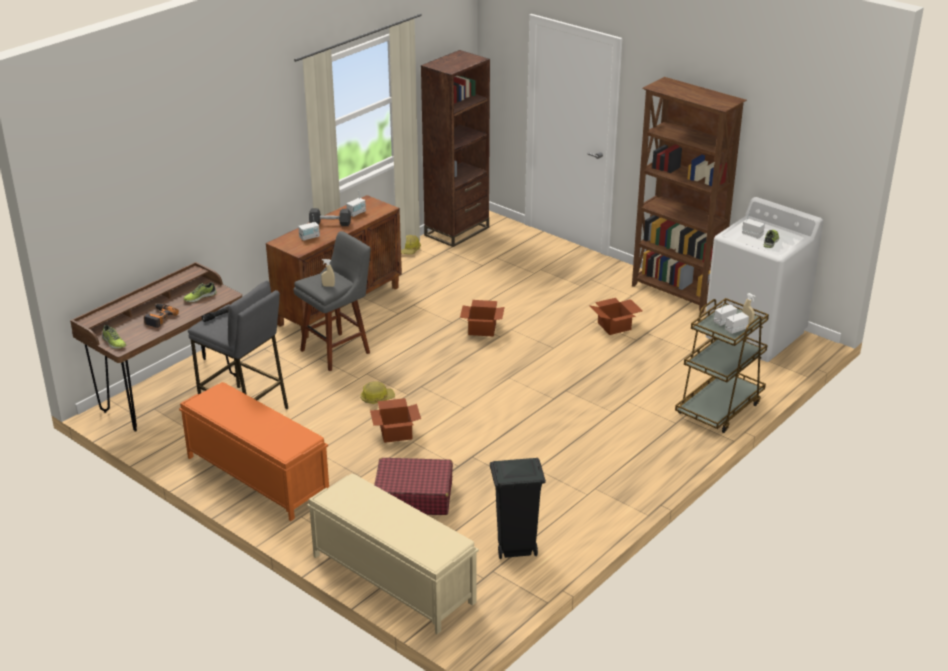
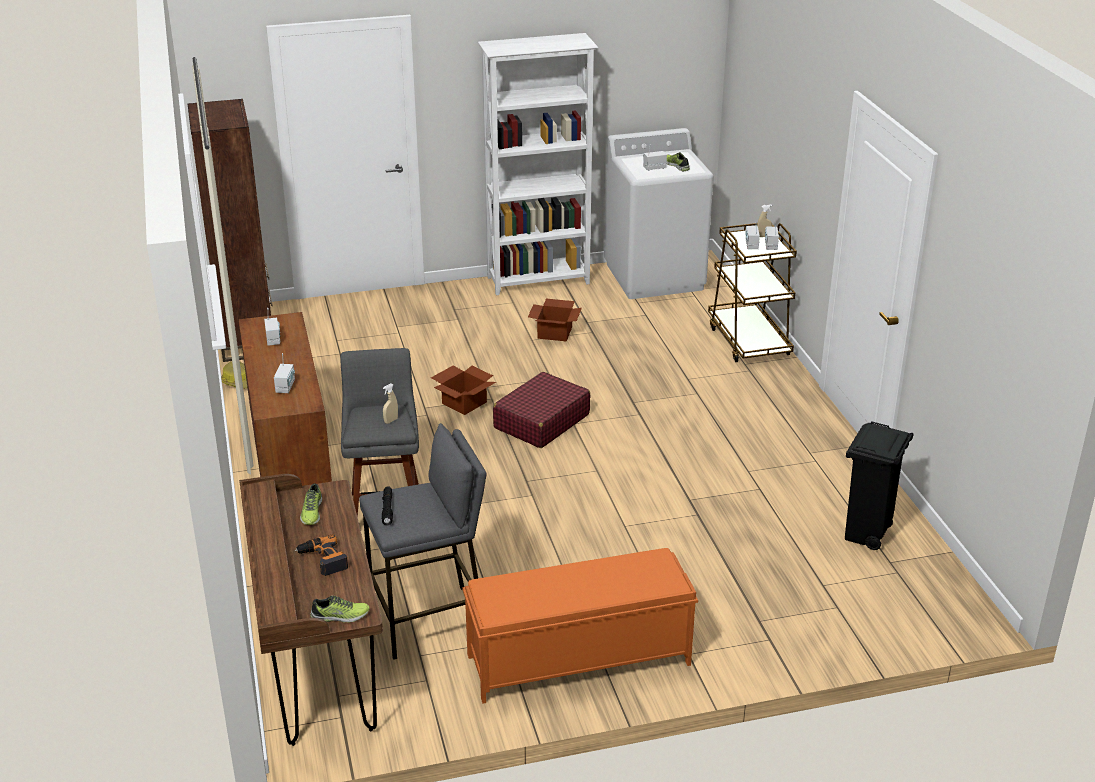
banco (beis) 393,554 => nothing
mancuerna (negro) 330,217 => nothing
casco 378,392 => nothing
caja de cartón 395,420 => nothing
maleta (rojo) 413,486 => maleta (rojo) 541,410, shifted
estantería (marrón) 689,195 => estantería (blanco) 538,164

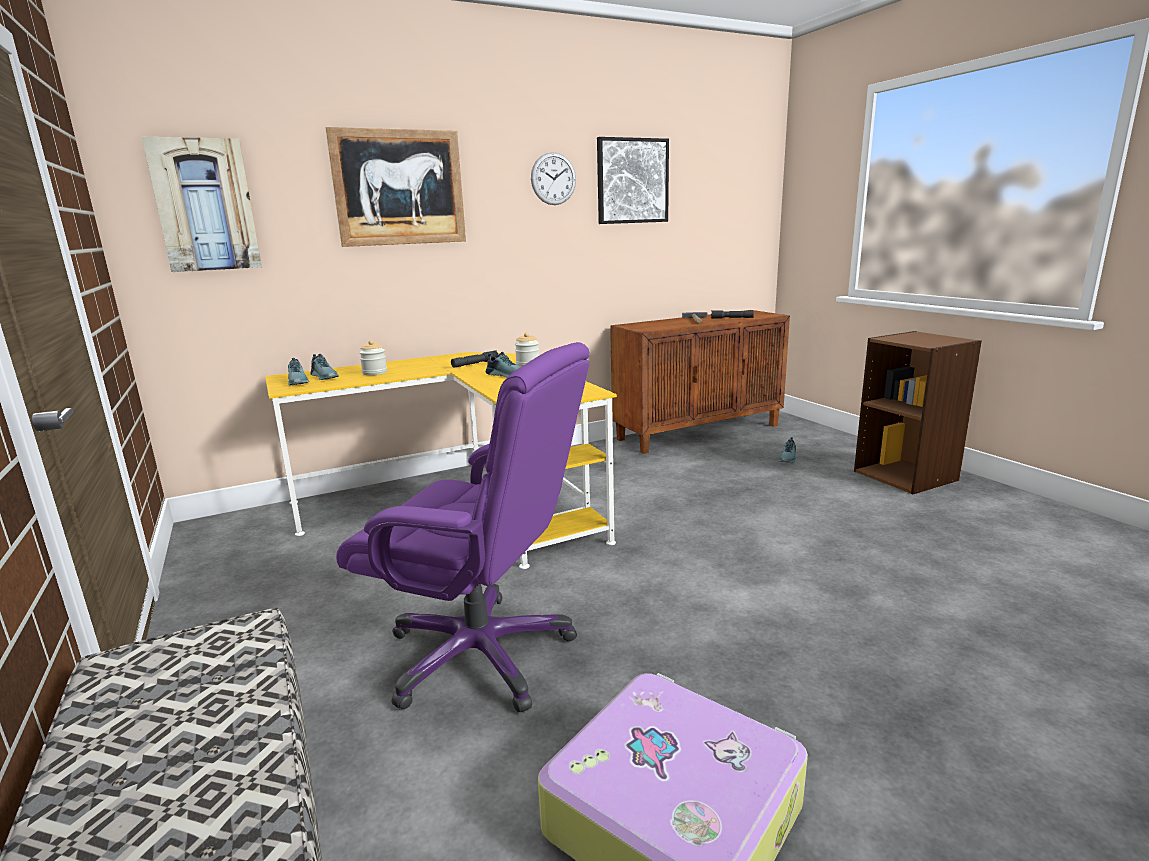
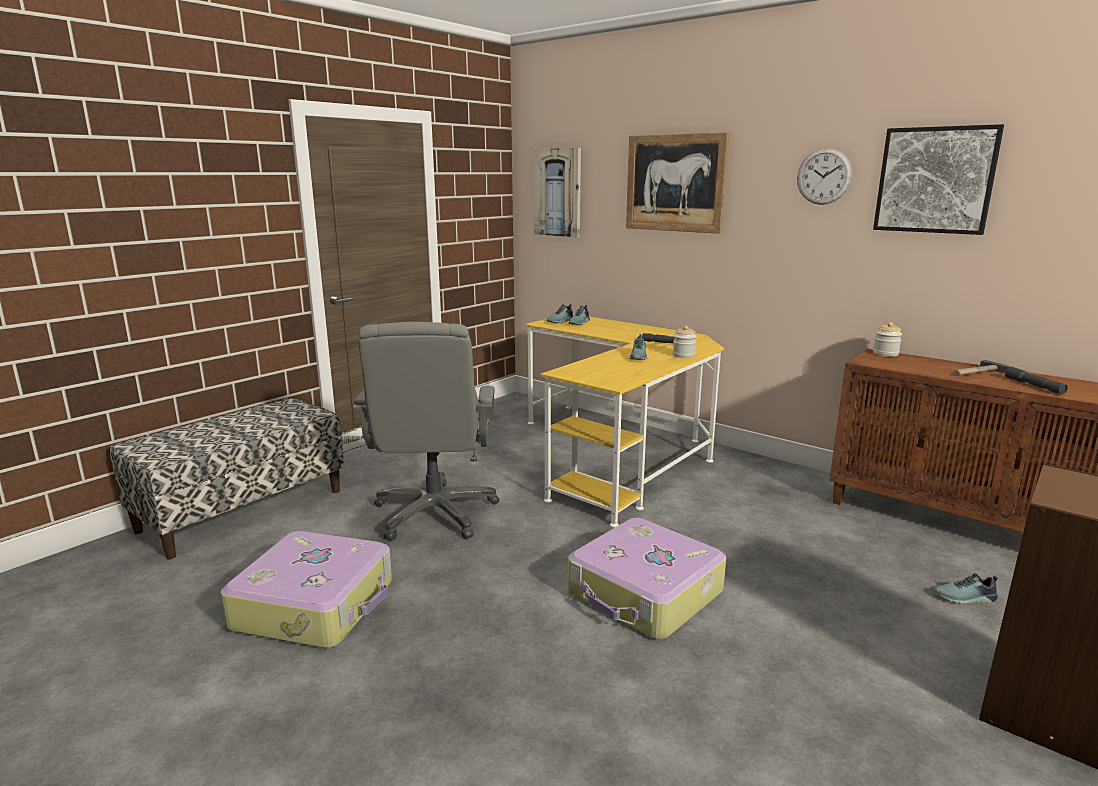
nothing => maleta 647,578
tarro 373,357 => tarro 887,339, shifted
silla de oficina (morado) 463,527 => silla de oficina (gris) 426,431

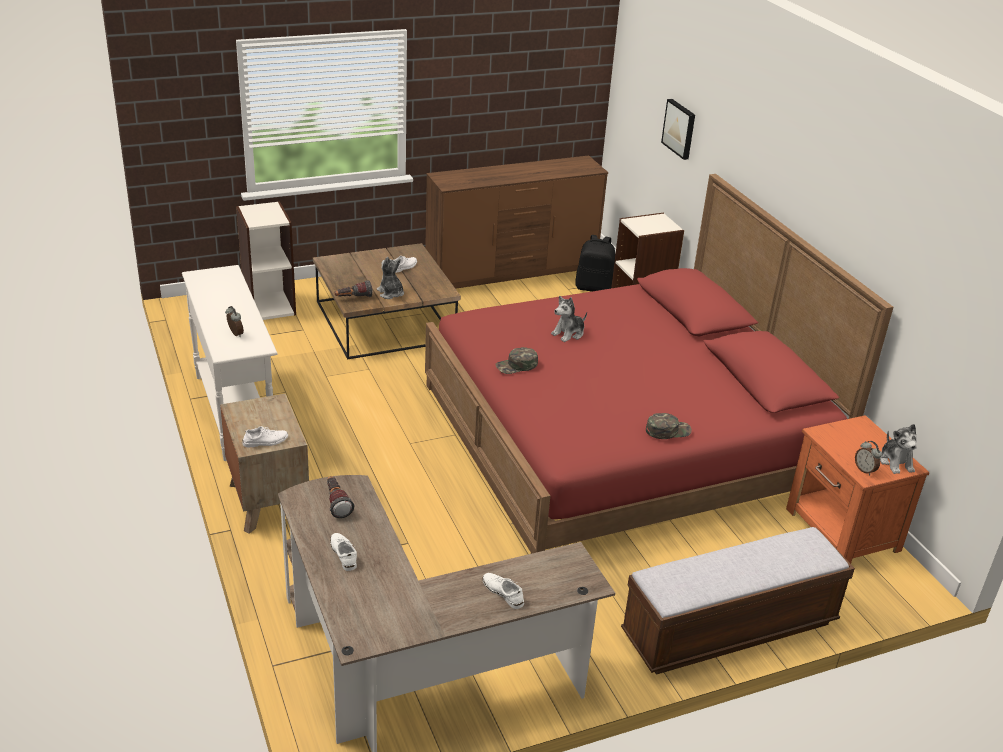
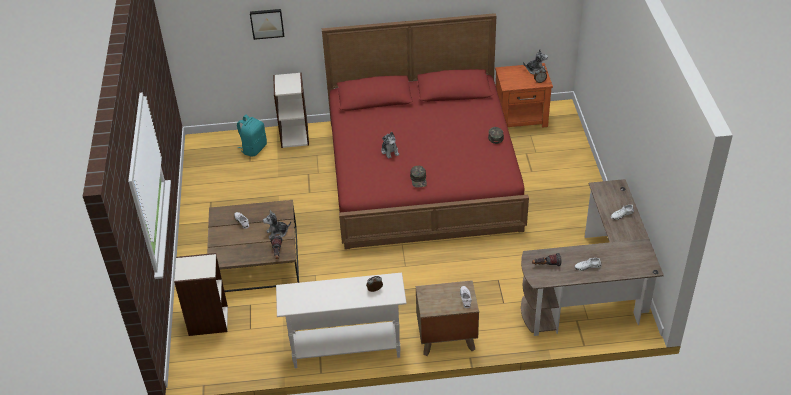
cómoda (marrón) 516,222 => nothing
banco 738,601 => nothing
mochila (negro) 595,263 => mochila (turquesa) 252,136

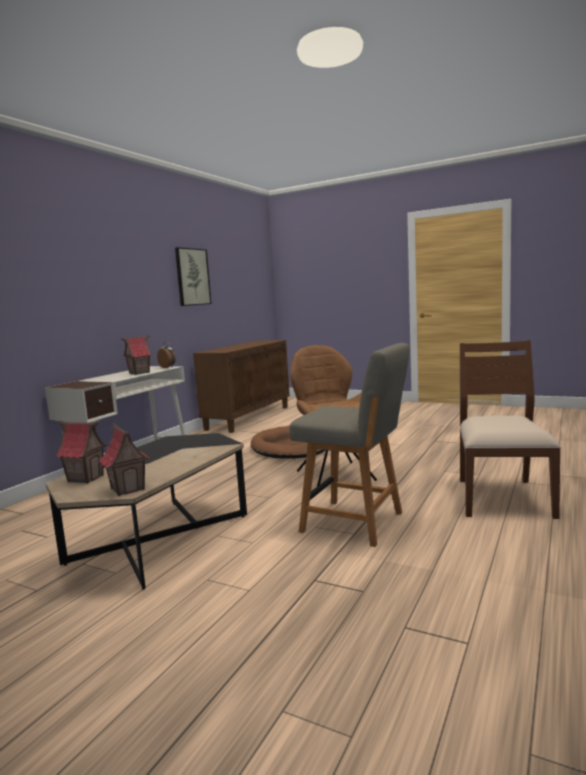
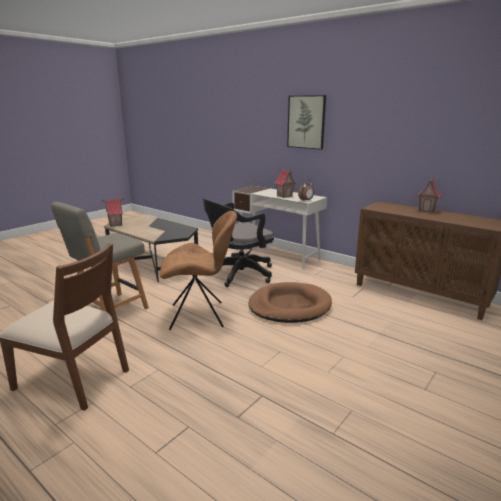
nothing => silla de oficina (negro) 238,242
casita 81,452 => casita 429,195, shifted
cuadro 193,276 => cuadro 306,122, shifted

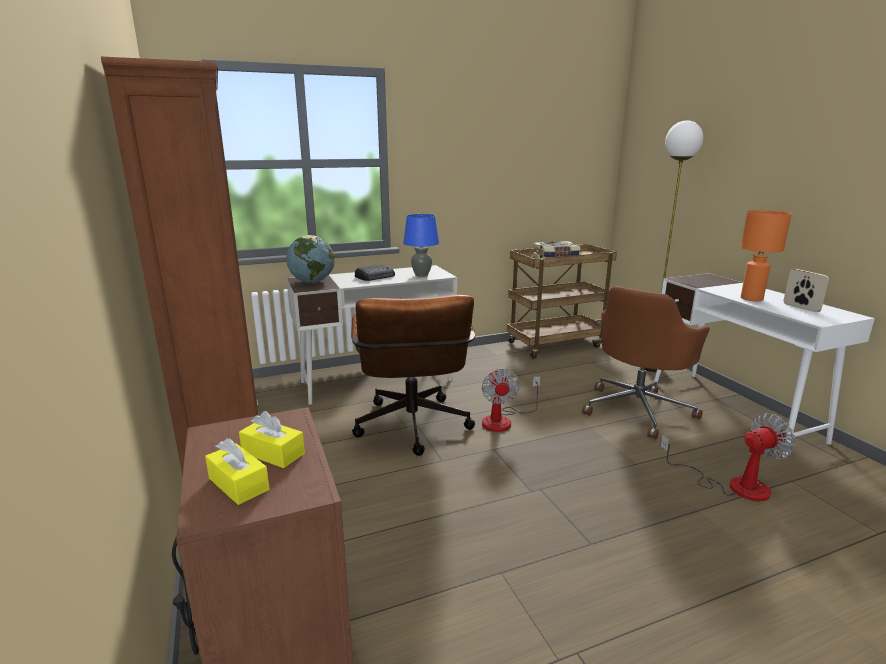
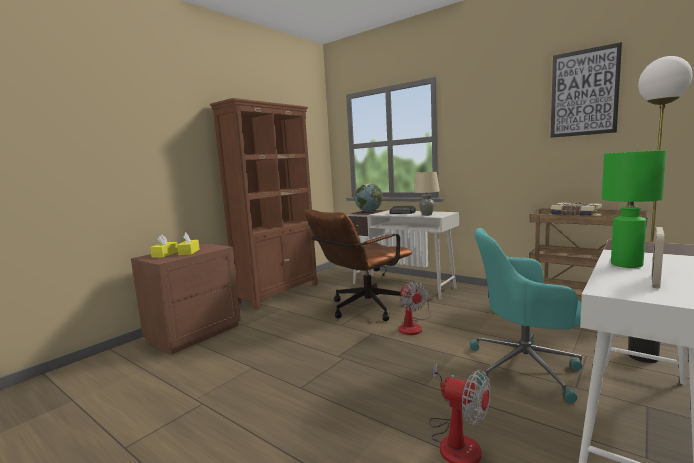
nothing => cuadro 586,90
lámpara de mesa (azul) 421,245 => lámpara de mesa (beis) 427,194
silla de oficina (marrón) 646,362 => silla de oficina (turquesa) 526,315
lámpara de mesa (naranja) 766,255 => lámpara de mesa (verde) 634,209
ventilador 511,400 => ventilador 415,308, 75 degrees counterclockwise

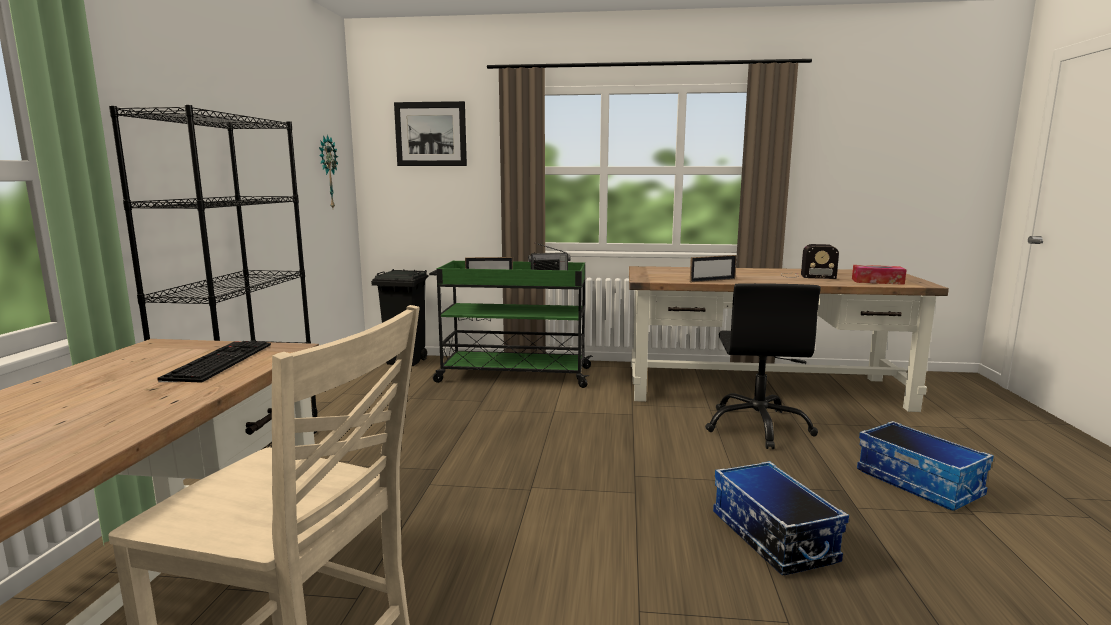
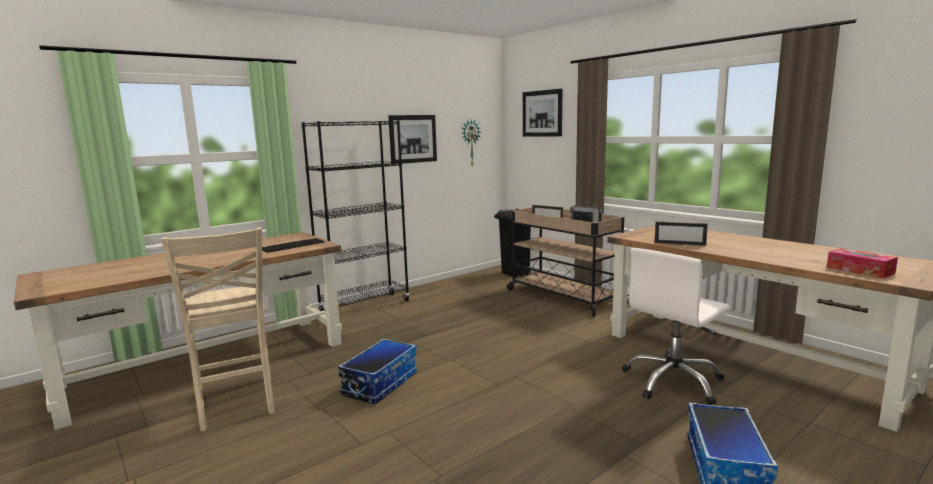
radio 810,261 => nothing
nothing => cuadro 412,139
caja de almacenaje 781,518 => caja de almacenaje 377,371, shifted
carrito (verde) 511,324 => carrito (beis) 568,262
silla de oficina (negro) 763,366 => silla de oficina (blanco) 676,326

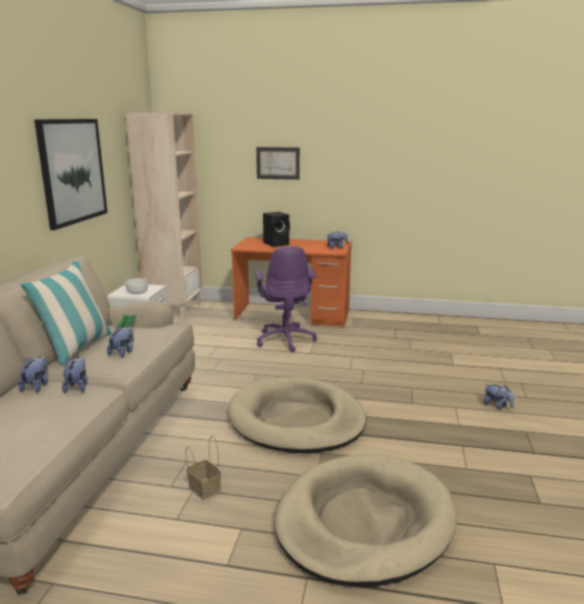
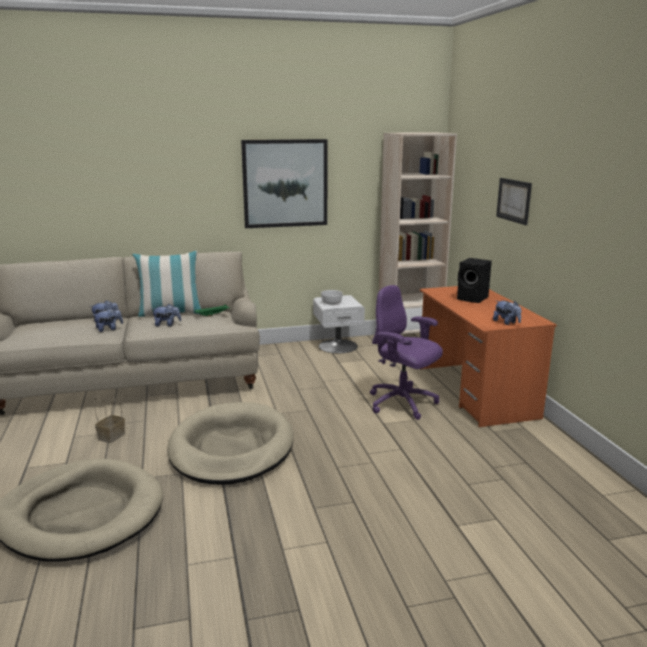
peluche 498,397 => nothing
silla de oficina (morado) 285,299 => silla de oficina (morado) 406,352, 75 degrees clockwise

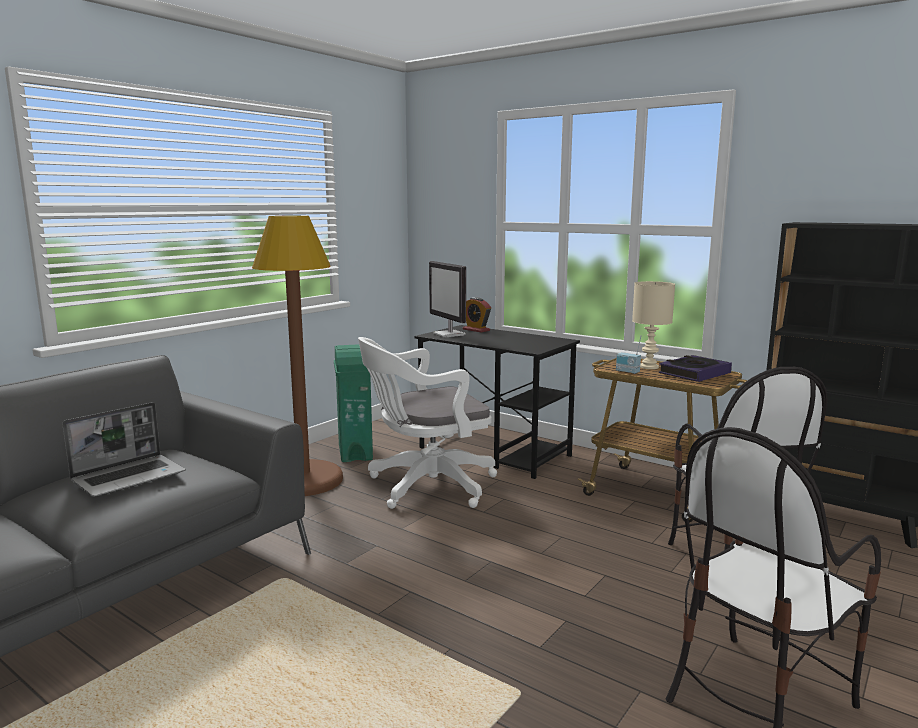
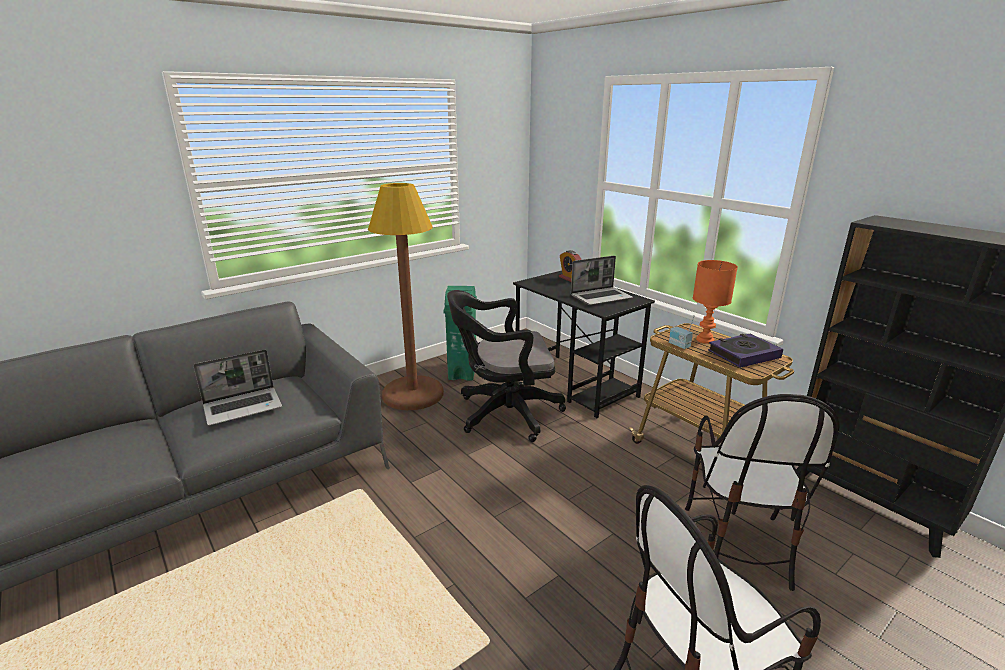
monitor 447,299 => nothing
nothing => portátil 602,280
silla de oficina (blanco) 427,423 => silla de oficina (negro) 506,366
lámpara de mesa (beis) 653,325 => lámpara de mesa (naranja) 715,302

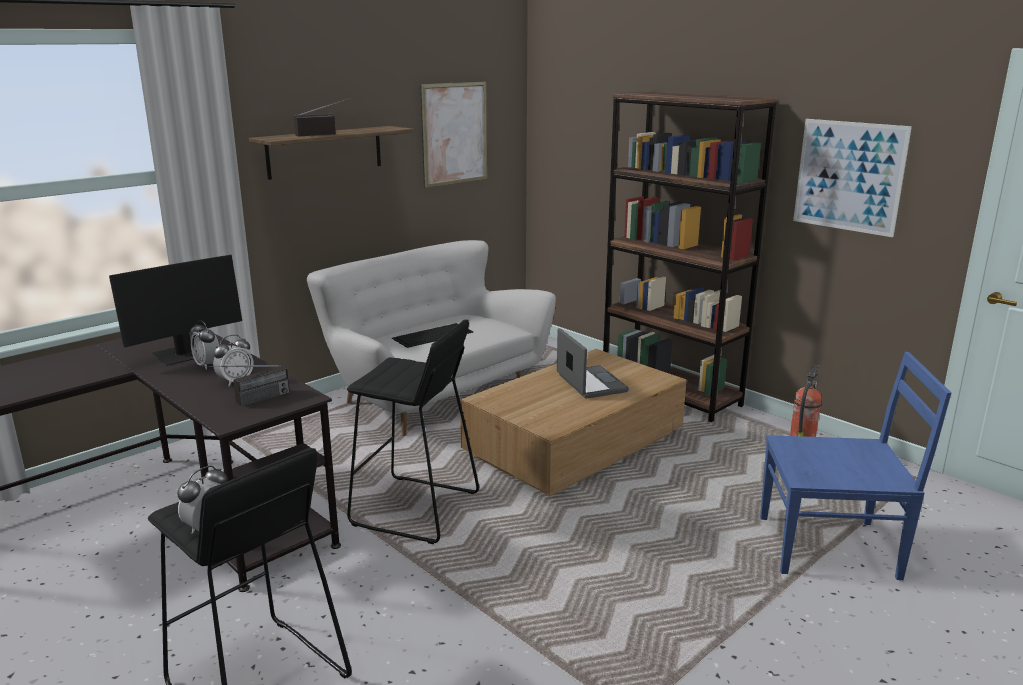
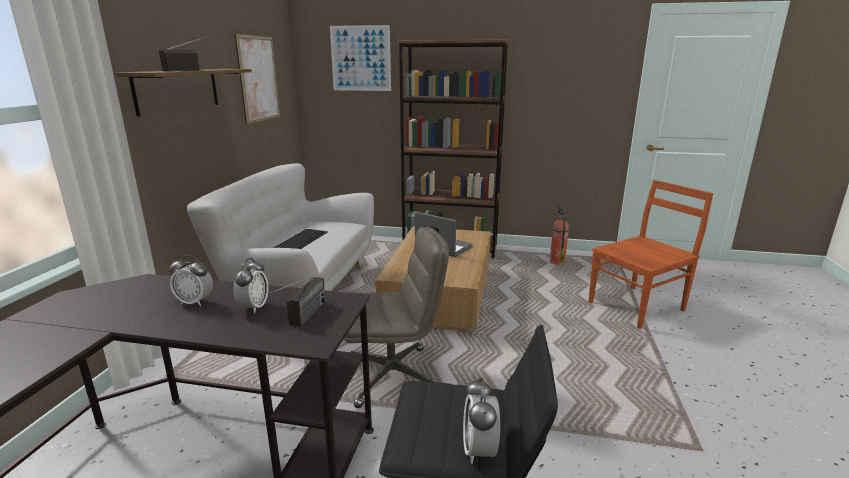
monitor 175,310 => nothing
cuadro 852,178 => cuadro 360,58, shifted
taburete (negro) 413,431 => silla de oficina (gris) 396,317
silla (azul) 856,466 => silla (marrón) 650,254

